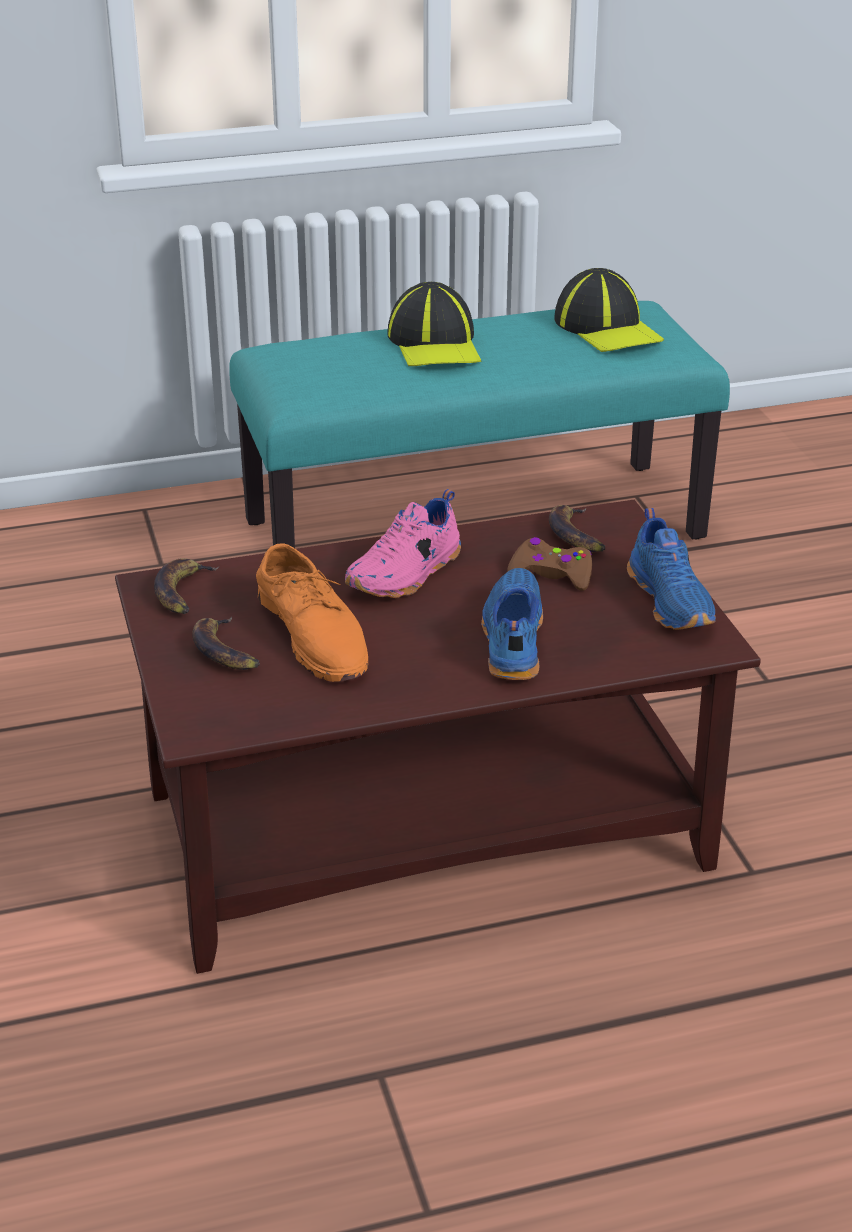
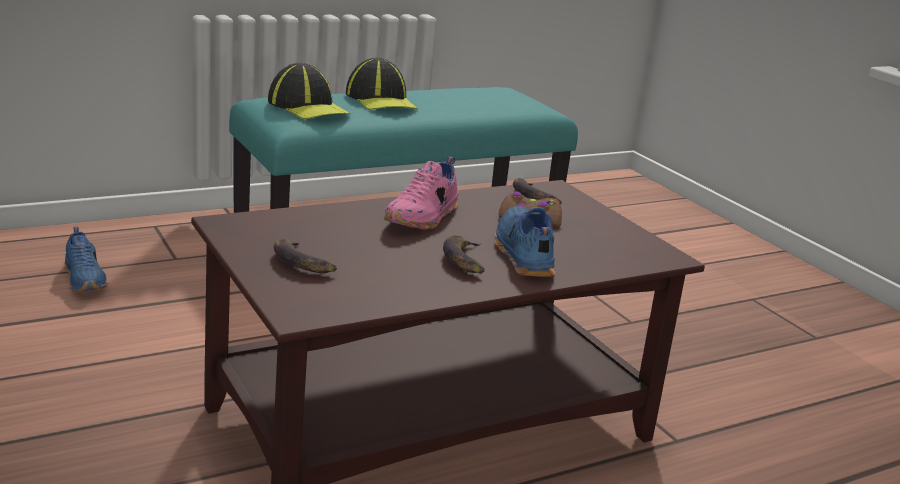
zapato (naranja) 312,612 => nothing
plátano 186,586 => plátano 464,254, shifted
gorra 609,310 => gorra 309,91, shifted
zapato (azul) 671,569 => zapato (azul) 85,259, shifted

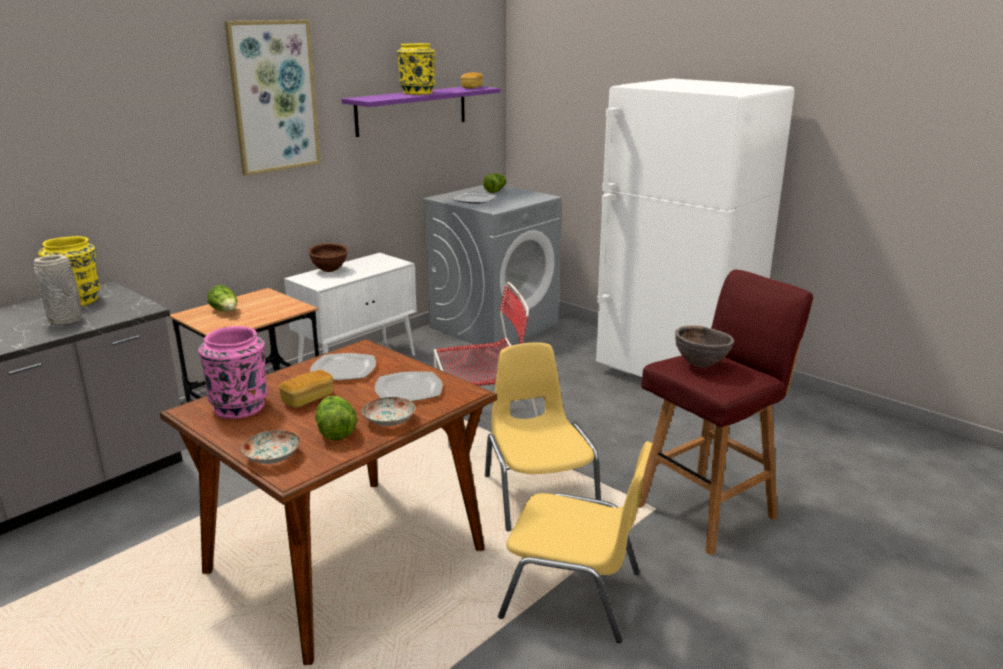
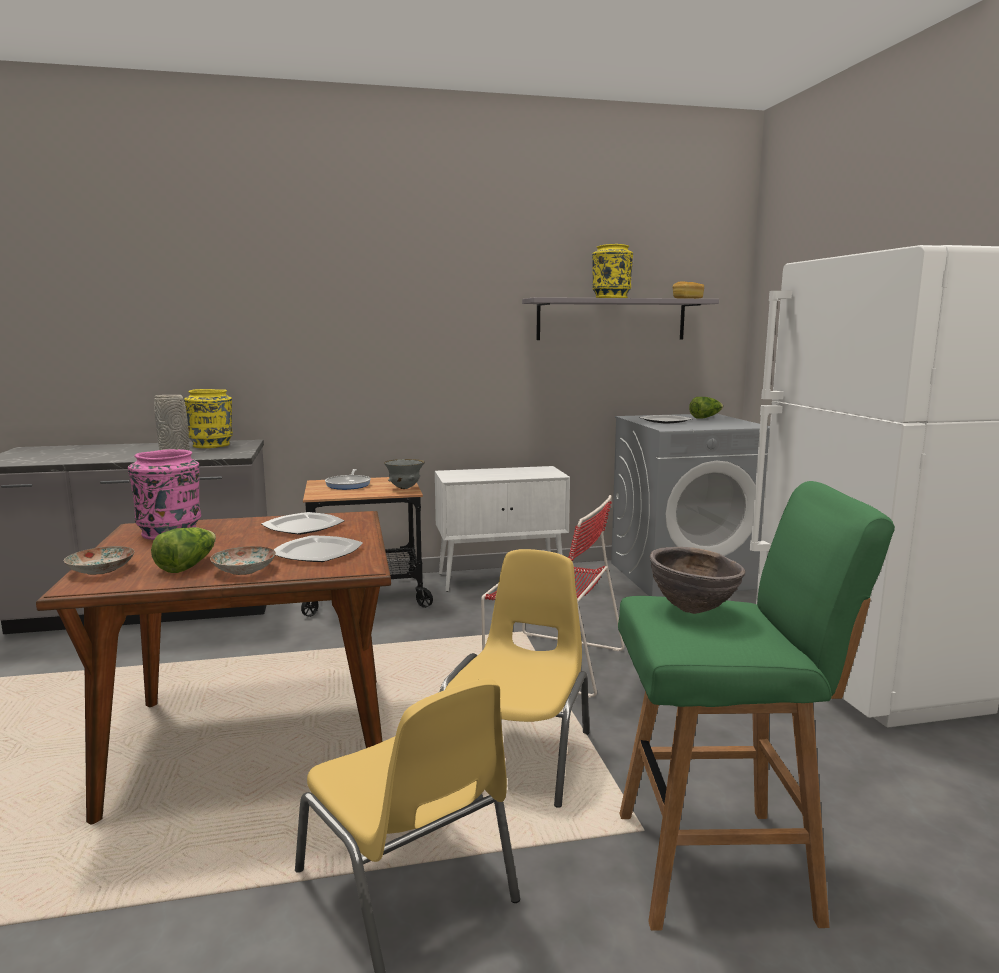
cuadro 273,98 => nothing
pan 306,389 => nothing
cuenco (marrón) 328,257 => nothing
nothing => cuenco (gris) 404,474
lechuga 222,298 => sartén 348,479
estante (morado) 420,111 => estante (gris) 620,318
taburete (rojo) 726,412 => taburete (verde) 756,706

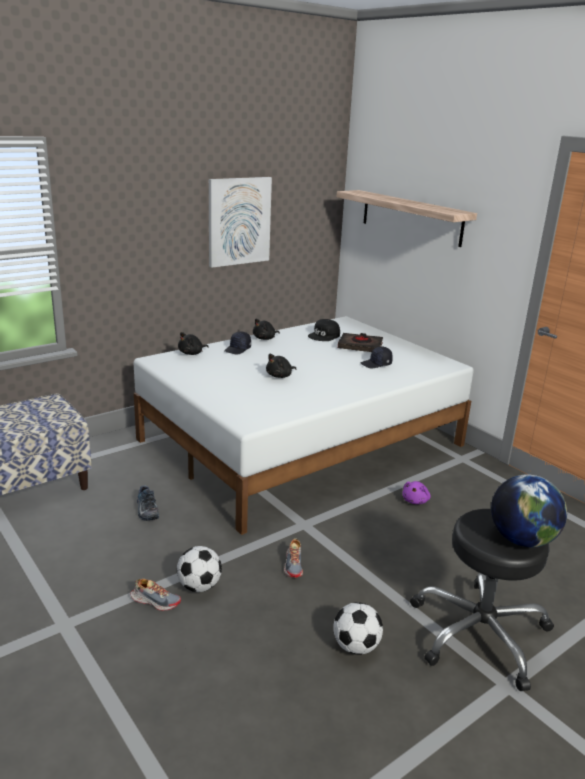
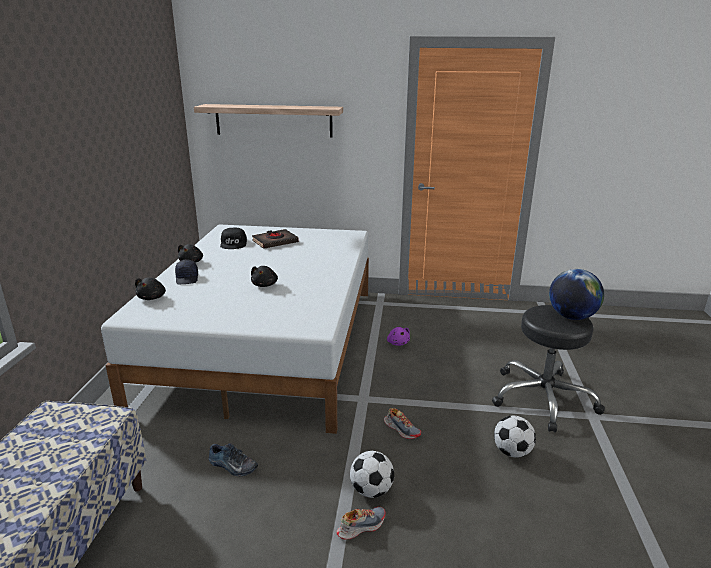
cuadro 240,222 => nothing
gorra (negro) 377,357 => nothing

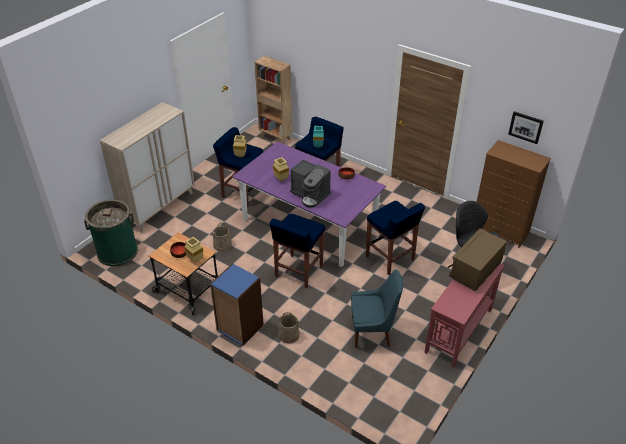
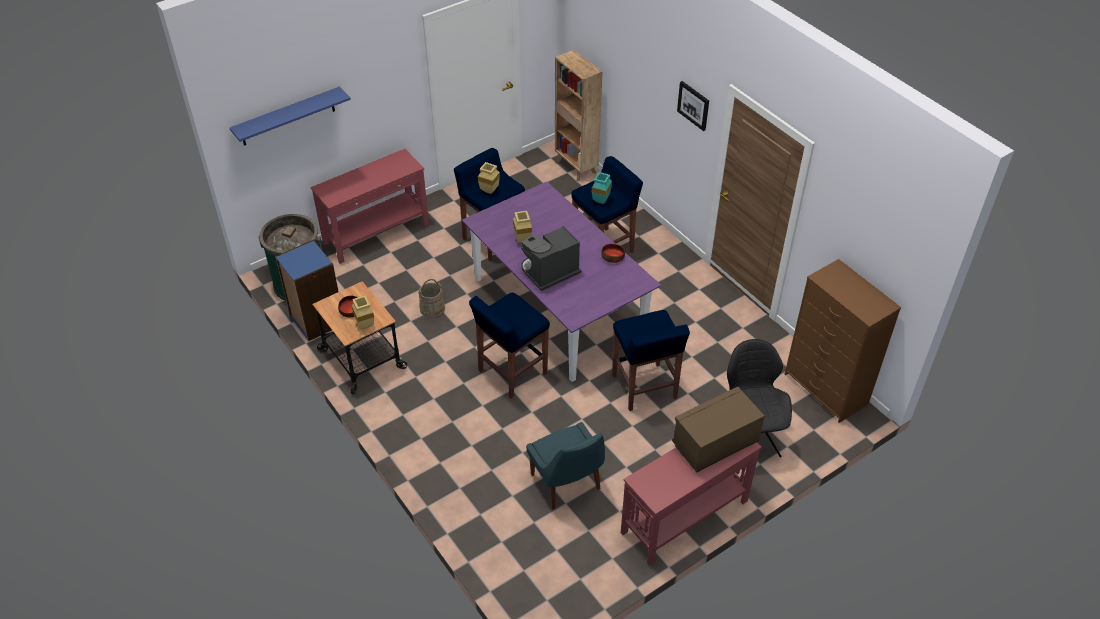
cubo (beis) 289,328 => nothing
nothing => estante (azul) 290,116
estantería (azul) 237,304 => estantería (azul) 307,290, shifted
cuadro 526,127 => cuadro 693,106, shifted
armario (beis) 147,167 => mesa consola (rojo) 370,206
cafetera 310,184 => cafetera 551,258, 90 degrees clockwise
silla (azul) 377,308 => silla (azul) 565,466, 45 degrees clockwise

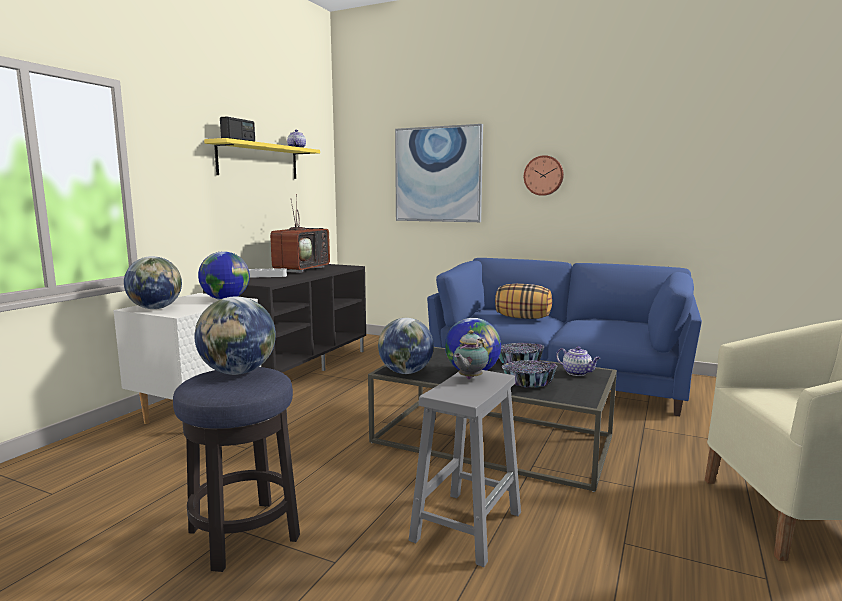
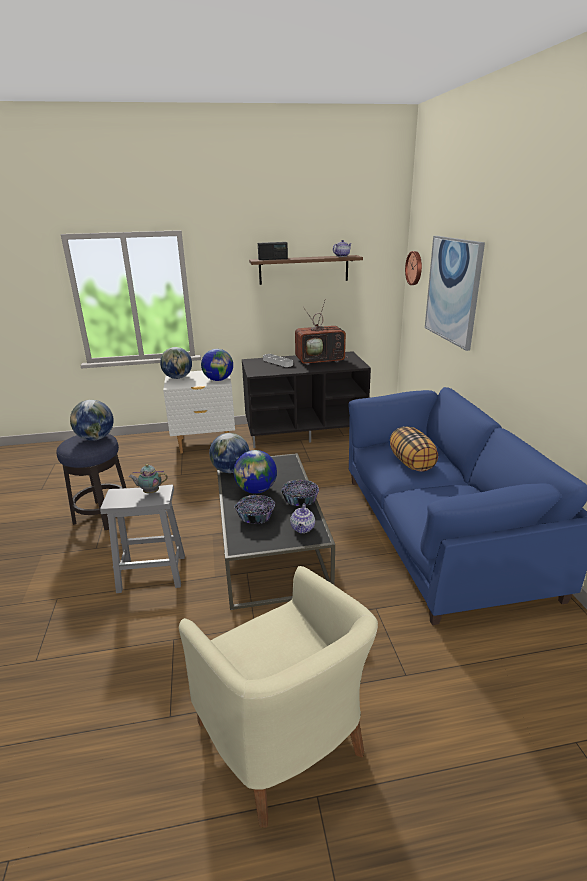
reloj de pared 544,175 => reloj de pared 413,268, shifted
estante (amarillo) 262,158 => estante (marrón) 306,270

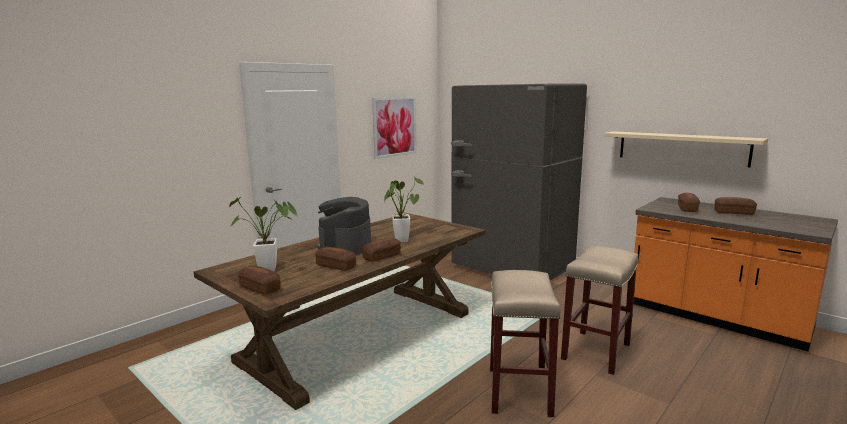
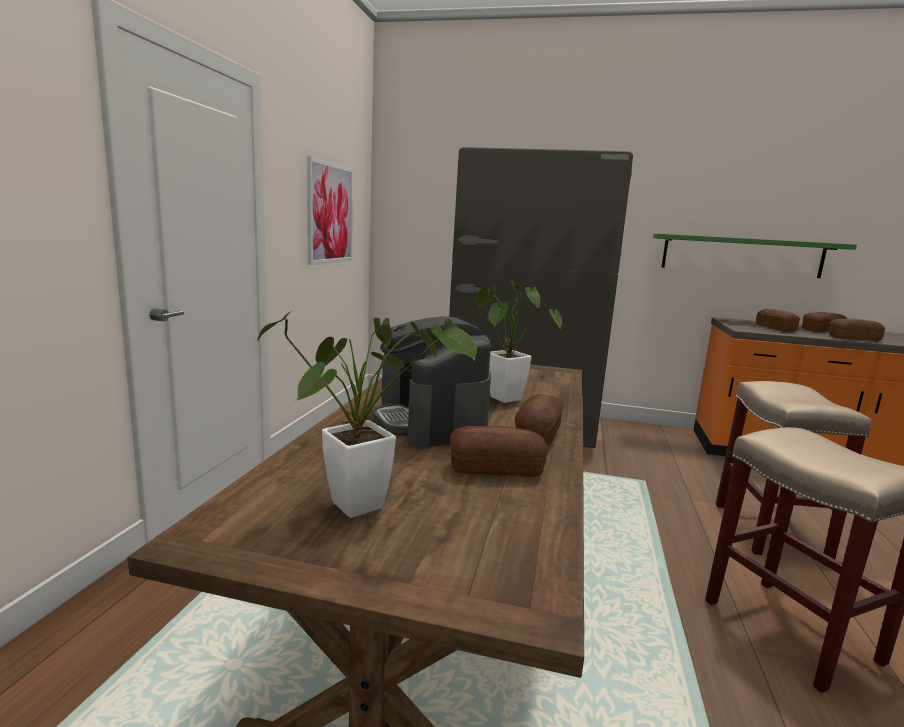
pan 259,280 => pan 857,330, shifted
estante (beis) 686,149 => estante (verde) 755,256

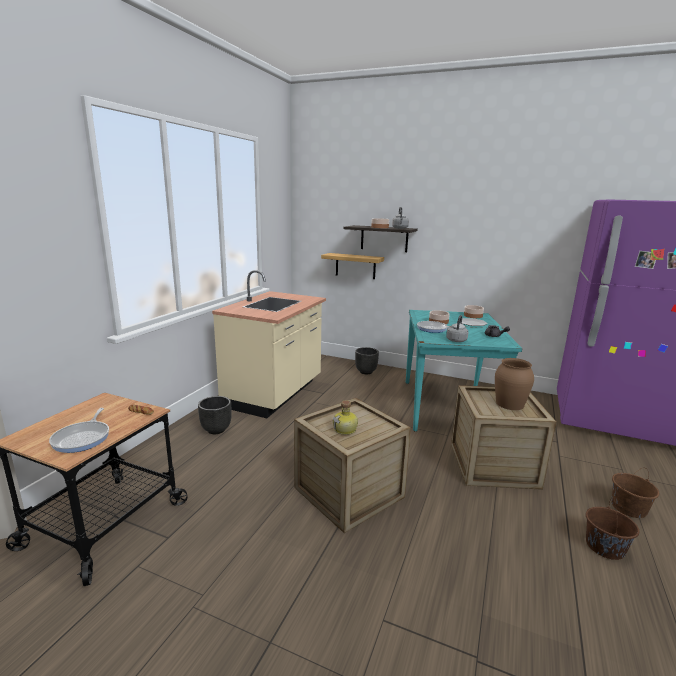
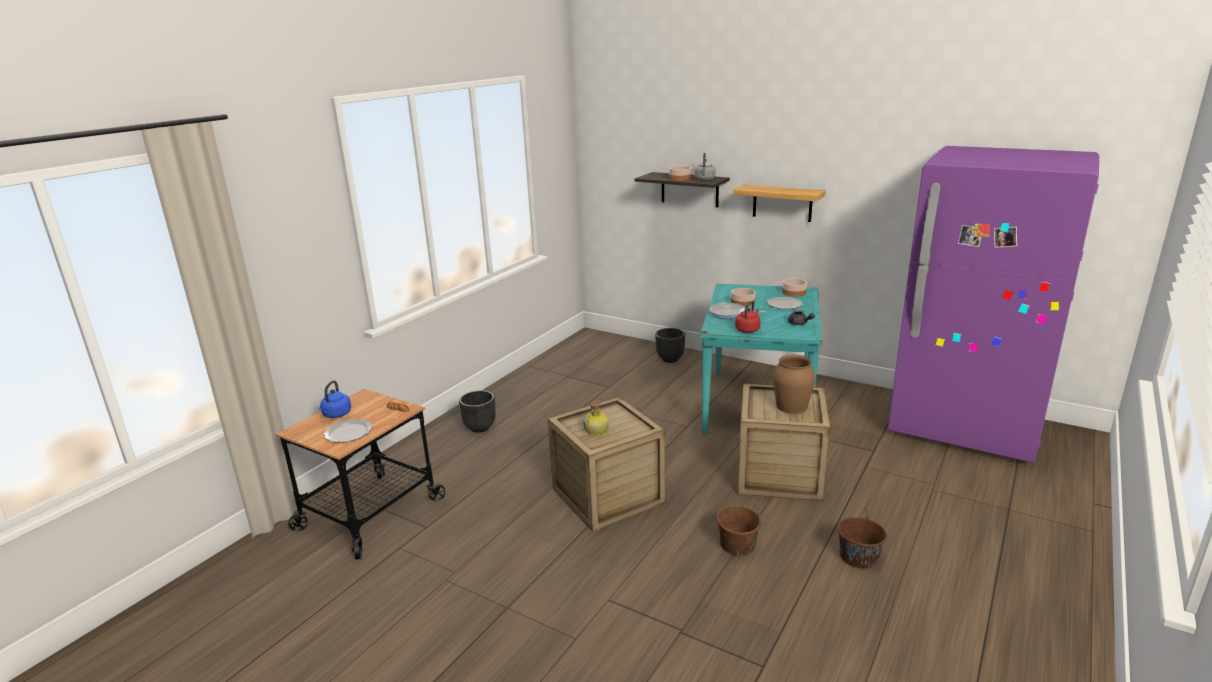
mueble bajo de cocina (beis) 269,344 => nothing
nothing => hervidor (azul) 335,399
estante 352,266 => estante 779,203, shifted
cubo (marrón) 635,492 => cubo (marrón) 739,527, shifted
sartén 79,430 => plato 348,430
hervidor (gris) 457,328 => hervidor (rojo) 748,317

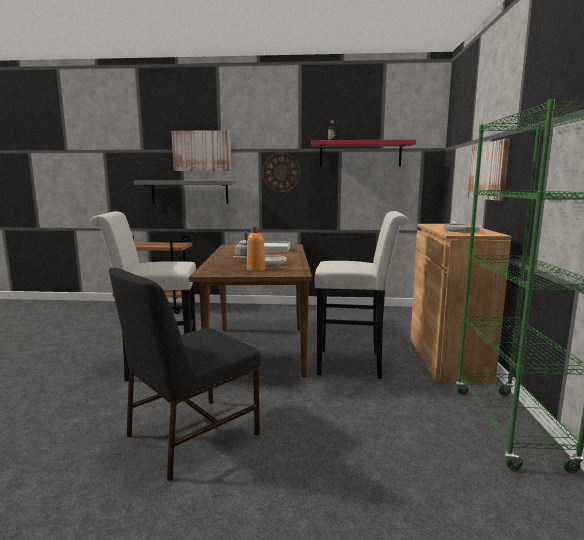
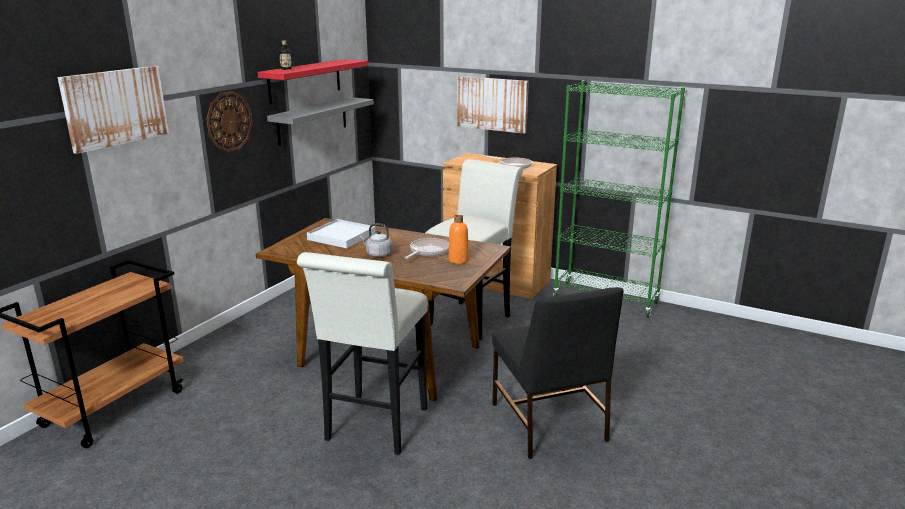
estante (gris) 185,192 => estante (gris) 320,121, shifted

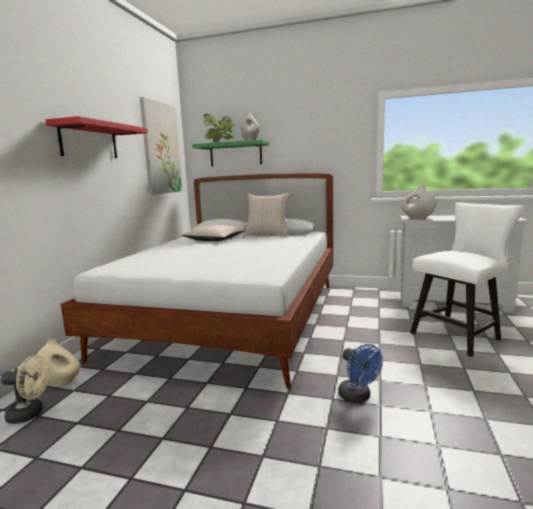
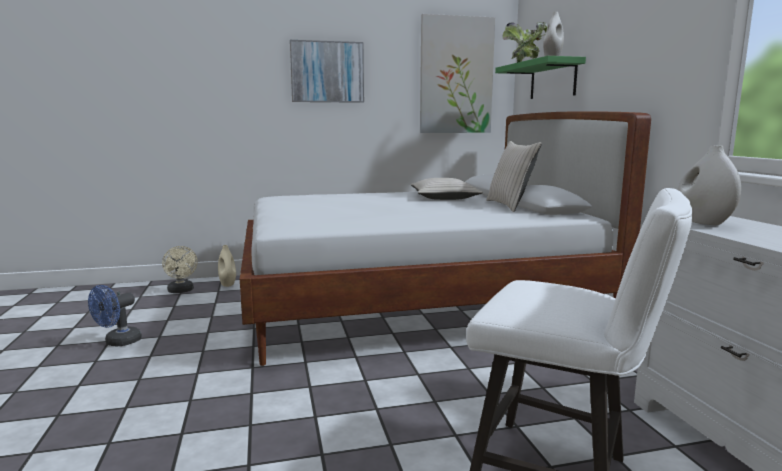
ventilador (azul) 360,373 => ventilador (azul) 115,315, shifted
estante (rojo) 97,137 => cuadro 327,71

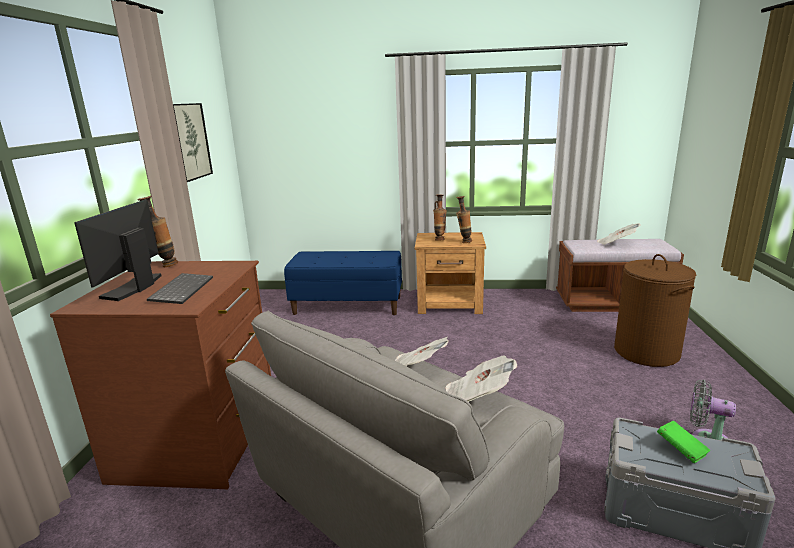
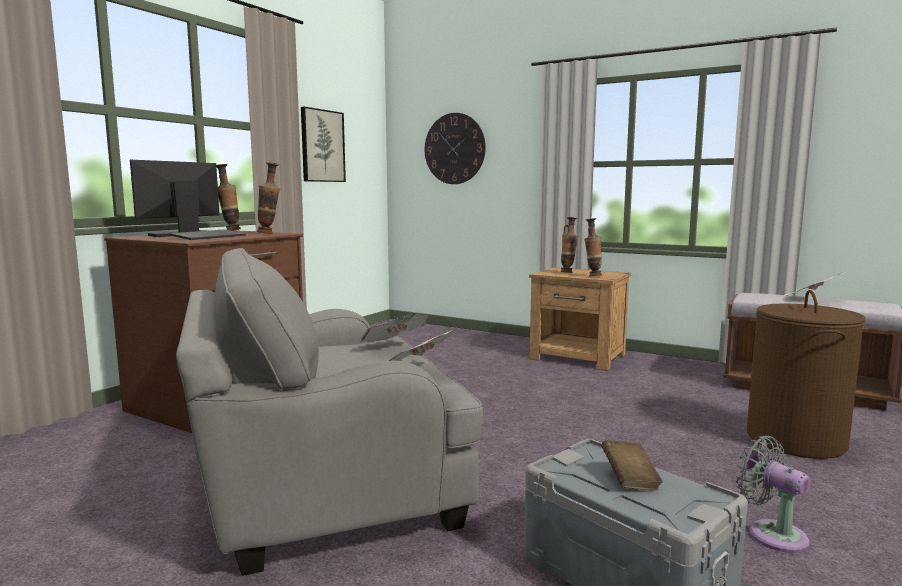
banco (azul) 343,283 => nothing
nothing => florero 268,198
nothing => reloj de pared 455,148
libro (verde) 683,442 => libro (marrón) 632,465

